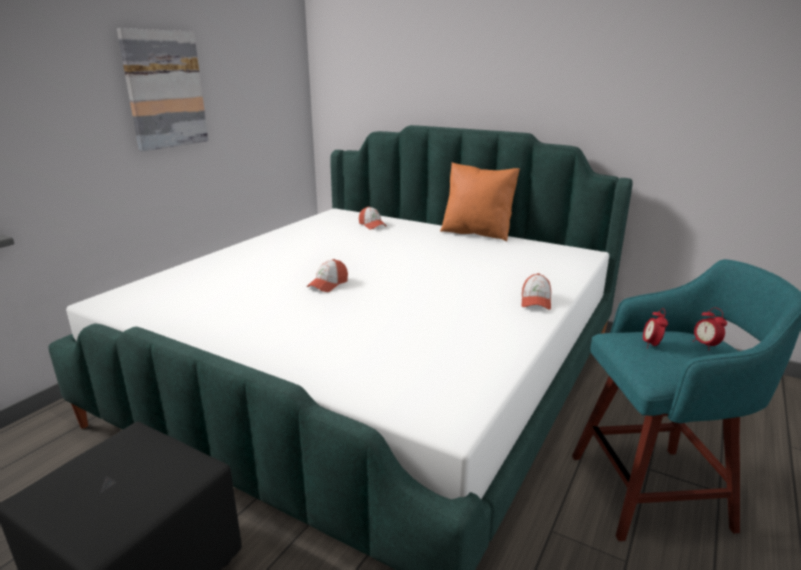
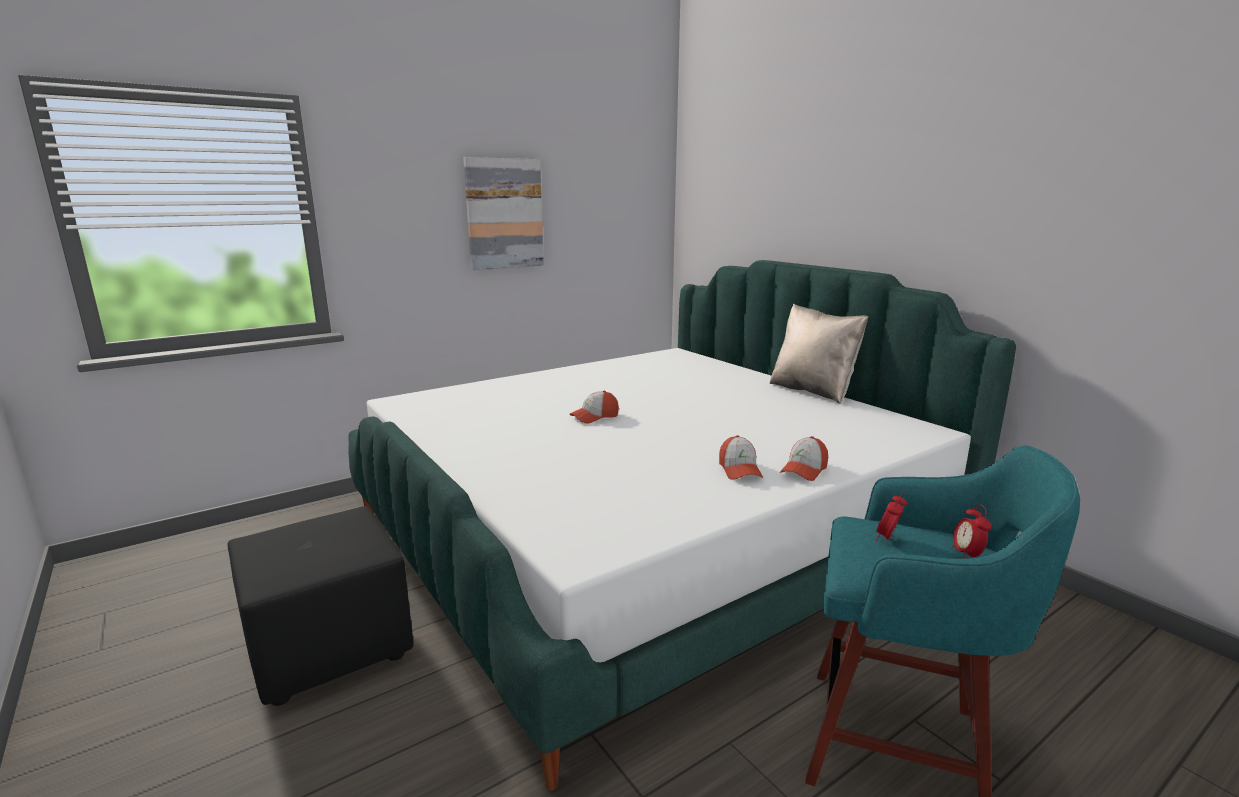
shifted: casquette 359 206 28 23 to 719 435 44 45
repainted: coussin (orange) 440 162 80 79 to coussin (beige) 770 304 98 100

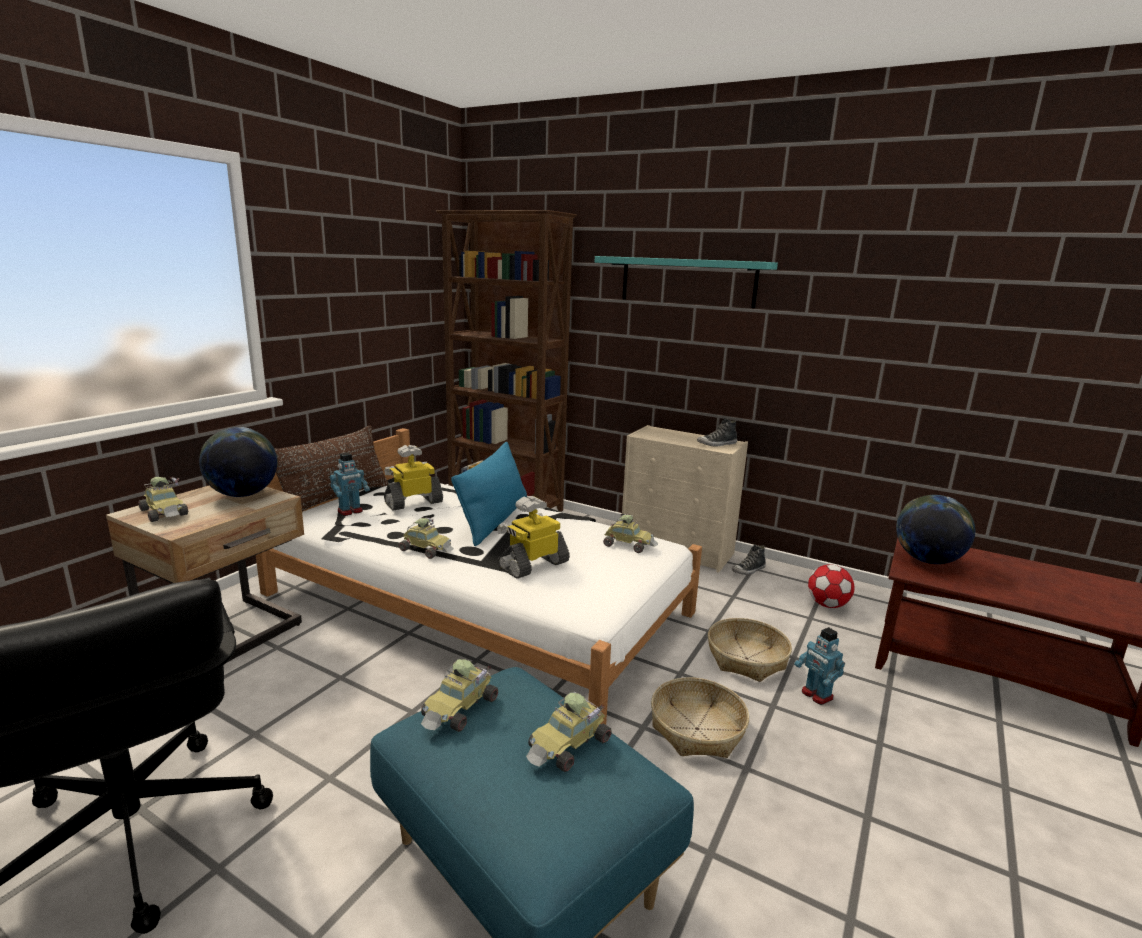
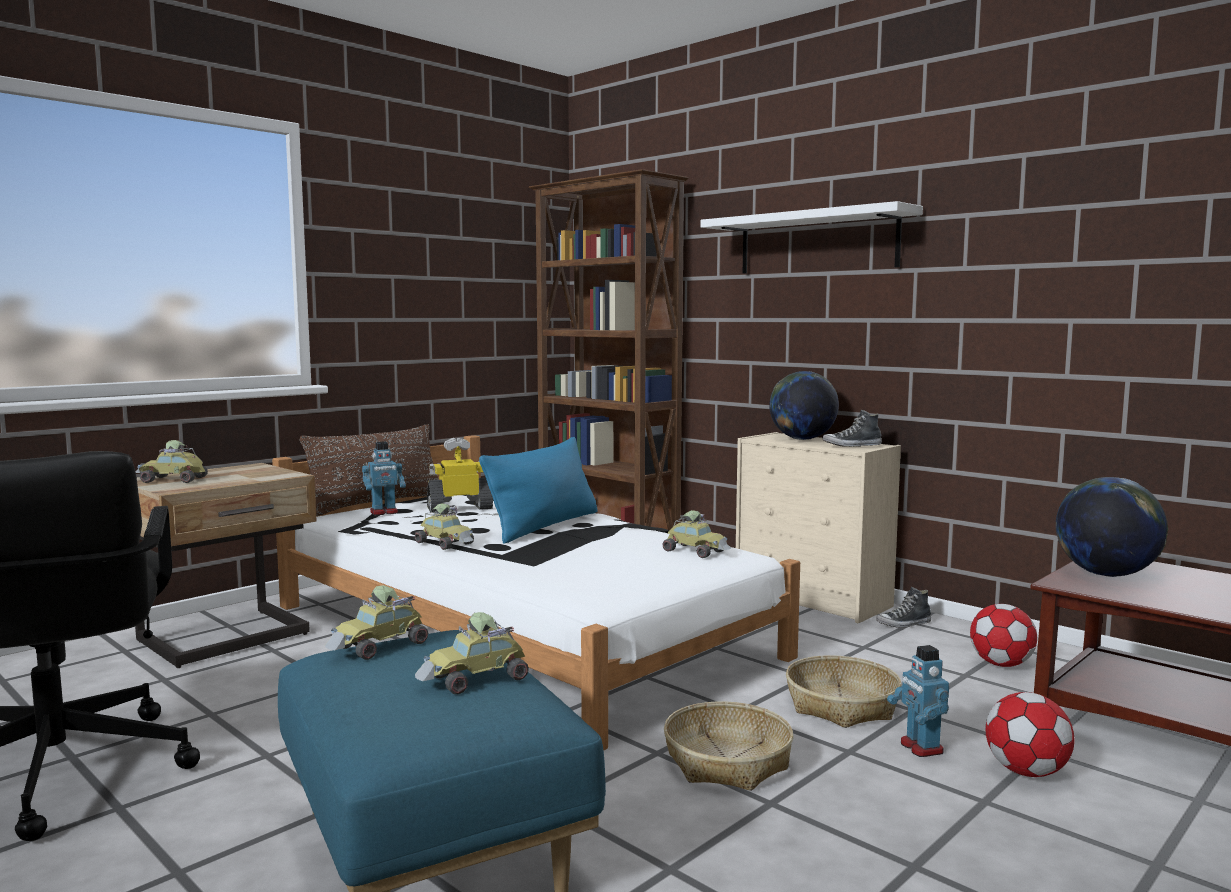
gone: robot jouet 497 496 73 83
new: ballon de foot 985 692 90 85
shifted: globe 199 427 79 70 to 769 371 70 69
repainted: étagère (turquoise) 595 256 183 52 to étagère (blanc) 701 201 222 73
rotated: petite voiture 138 477 50 45 = 135 440 73 43 120 degrees clockwise

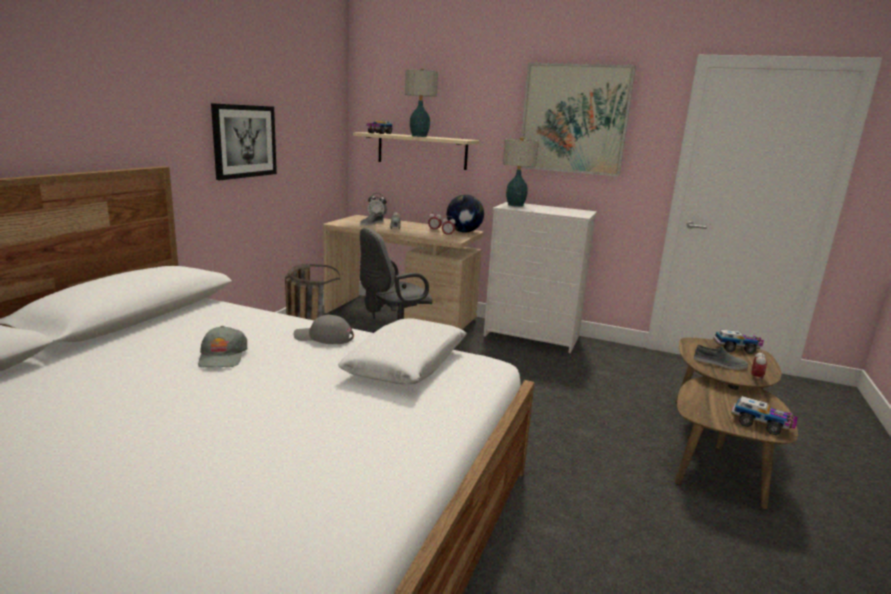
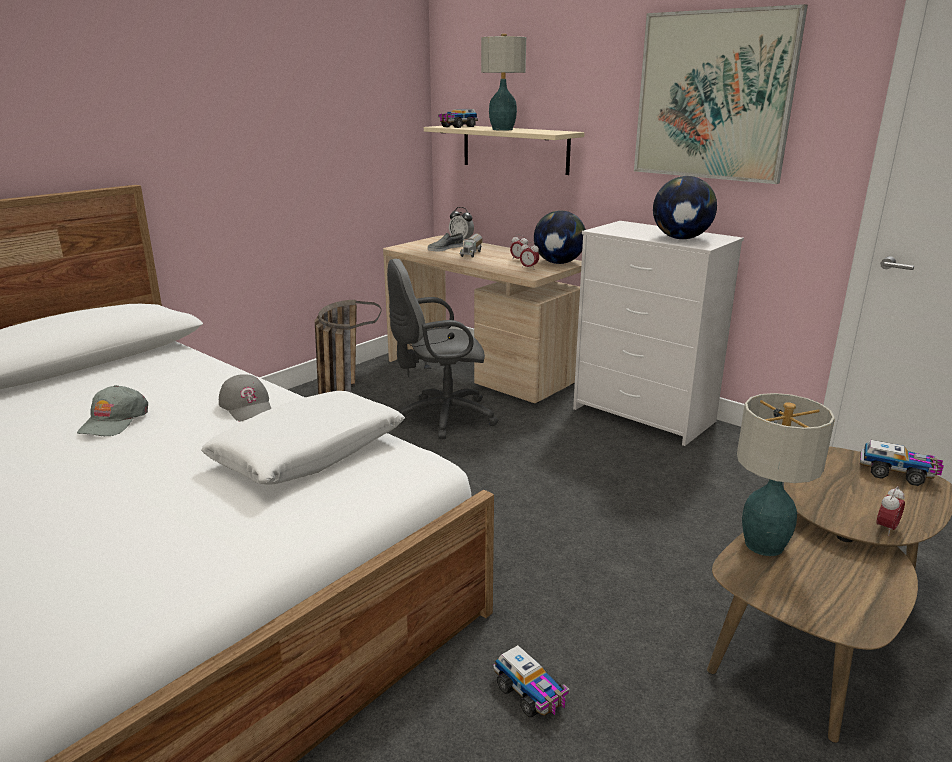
gone: tableau 211 103 66 77; chaussure (gris) 694 345 54 25
new: globe 653 176 64 63
shifted: lampe de table 503 137 36 70 to 737 393 98 163; camion jouet 731 396 67 39 to 493 645 77 72
rotated: casquette (gris) 294 315 60 29 = 219 375 52 46 150 degrees counterclockwise

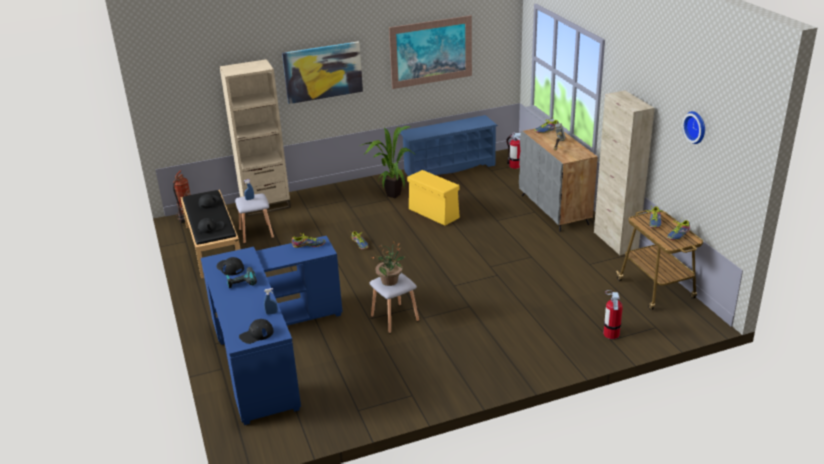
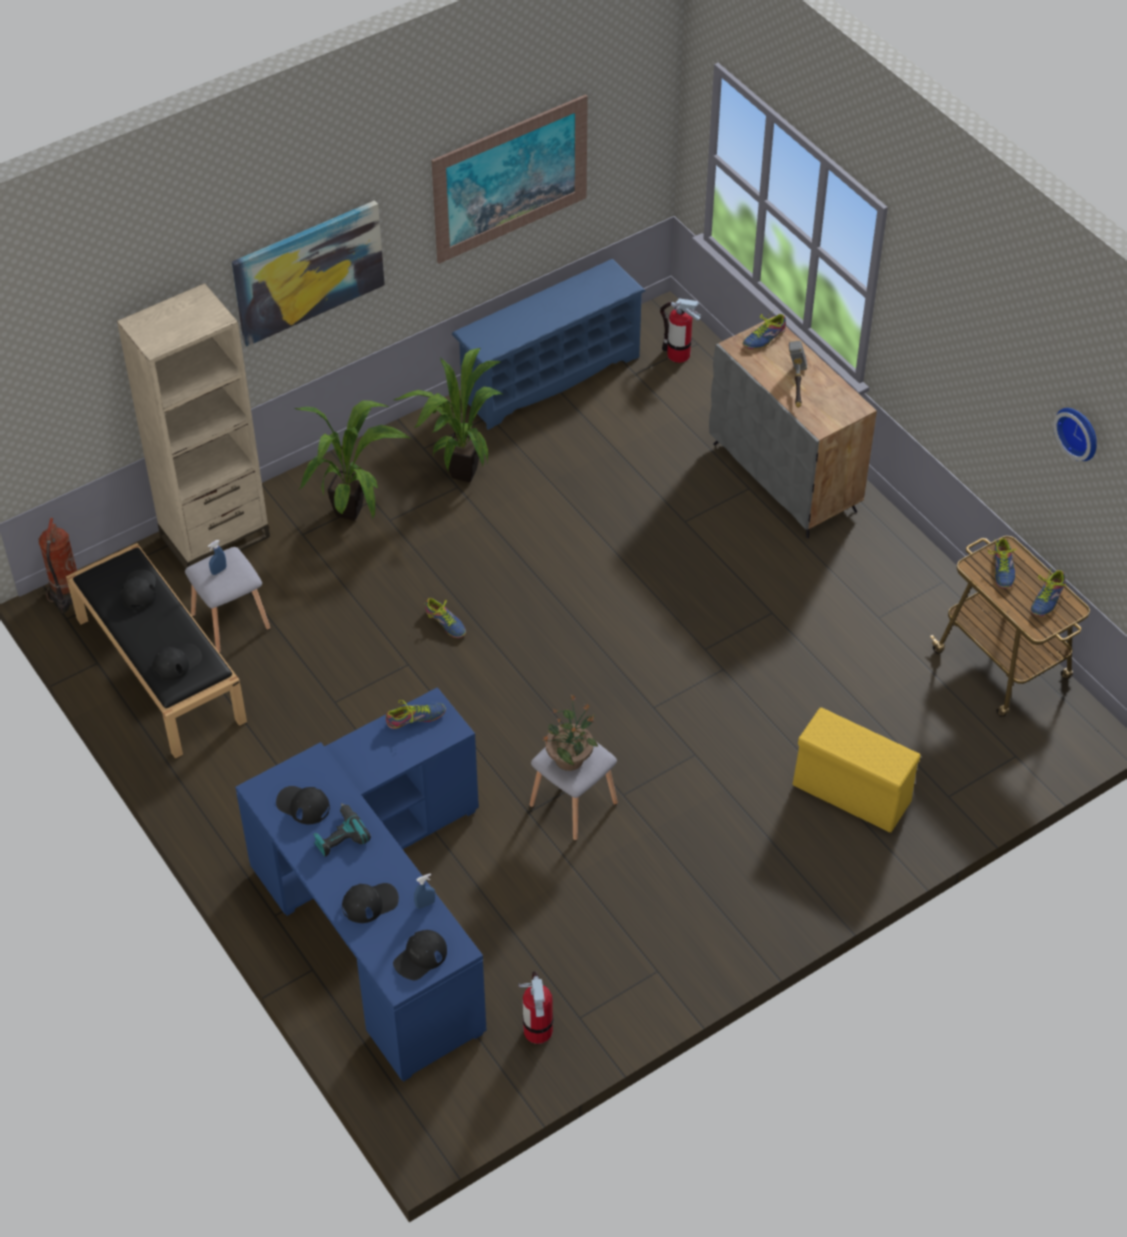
gone: meuble de rangement (beige) 594 91 61 164
new: plante en pot 295 400 115 121; casquette (noir) 342 883 57 40
shifted: boîte de rangement (jaune) 407 170 53 56 to 793 707 128 125; extincteur 604 290 19 49 to 518 971 35 73

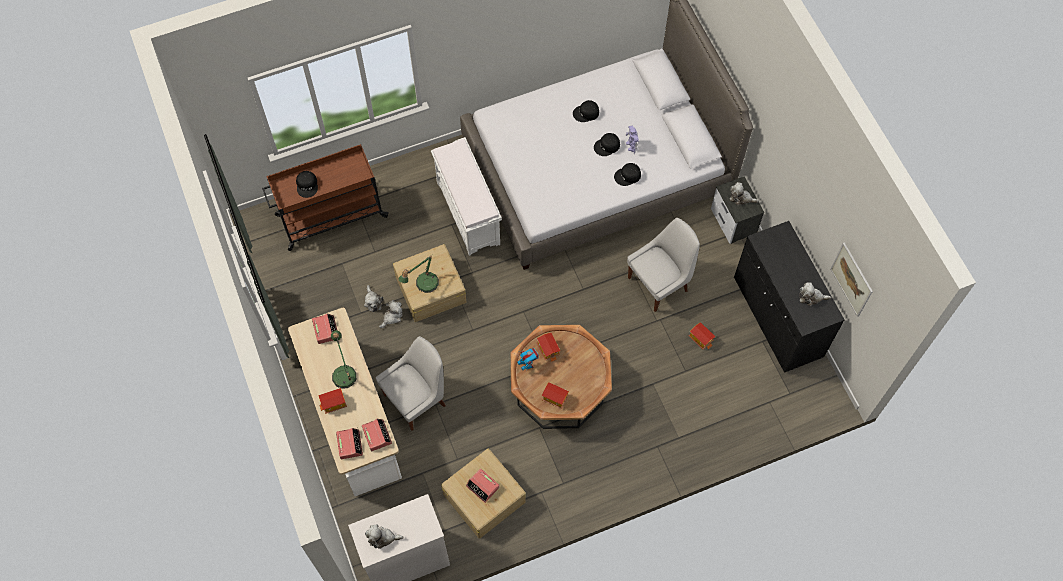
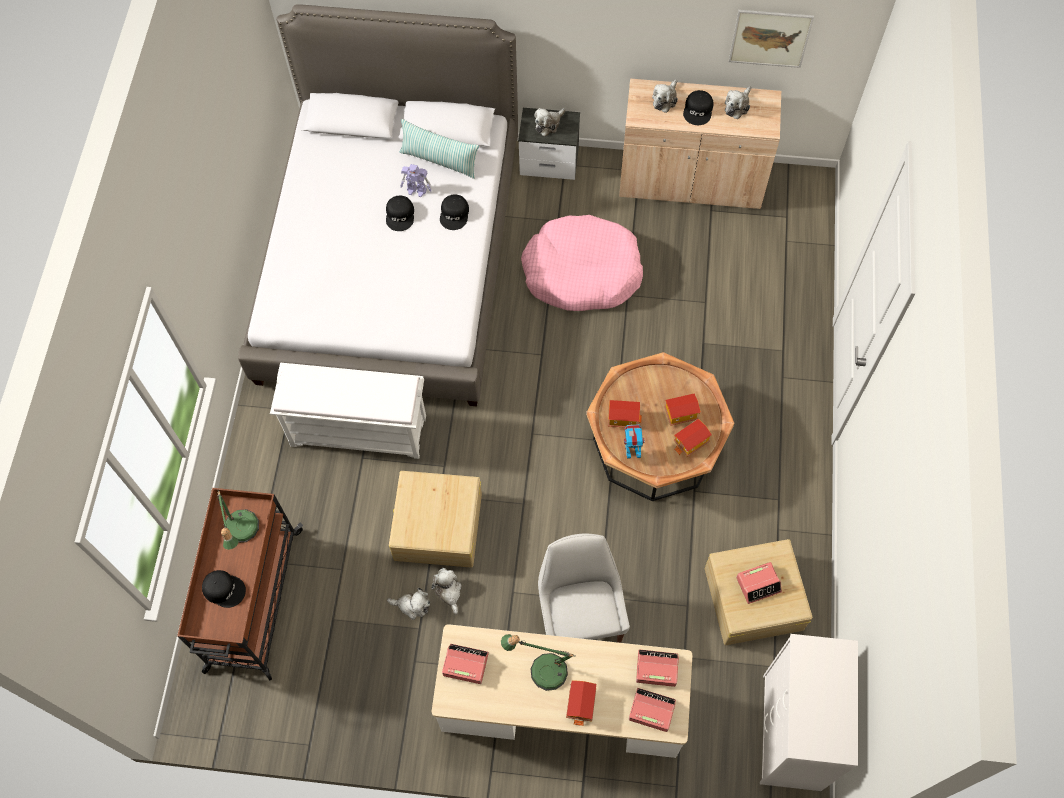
new: coussin 400 119 79 60
shifted: peluche 365 524 39 25 to 652 79 26 34; lampe de table 398 255 41 38 to 217 490 42 60; casquette (noir) 573 100 26 22 to 683 90 31 35; maison miniature 689 322 26 27 to 664 393 37 33
swapped: chaise (blanc) 627 218 73 94 to panier pour chien (rose) 521 215 122 96
repainted: meuble de rangement (noir) 734 221 111 152 to meuble de rangement (beige) 619 79 162 130

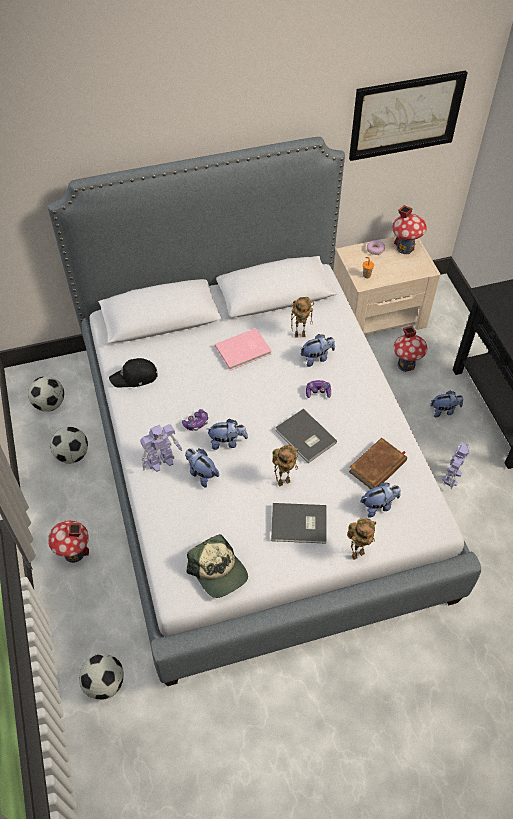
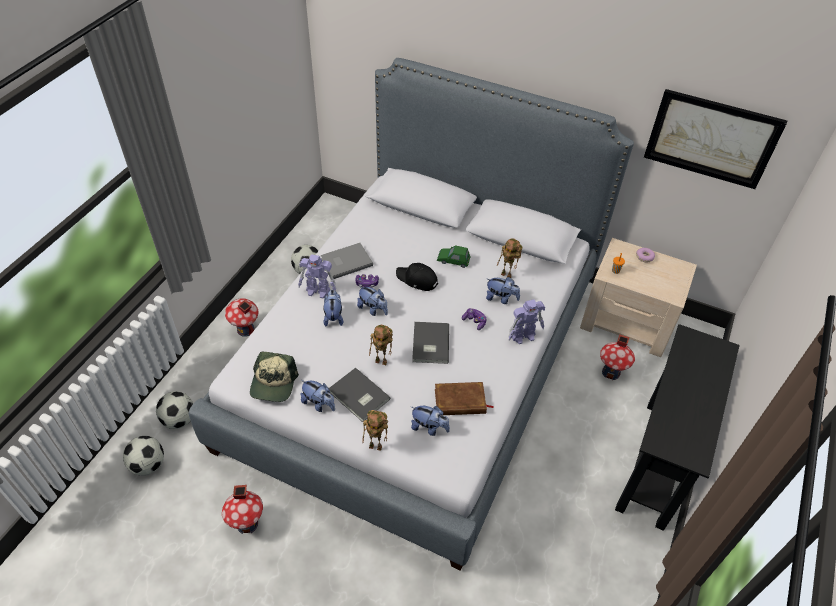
new: livre (gris) 321 243 52 36
shifted: ballon de foot 28 376 36 36 to 123 436 41 40; casquette (noir) 109 358 49 30 to 396 263 42 28; maison miniature 393 205 34 49 to 222 485 41 49; peluche 430 391 33 27 to 301 380 34 32; robot jouet 442 442 27 47 to 508 299 37 45
swapped: livre (rose) 215 328 57 43 to petite voiture (vert) 437 245 33 23

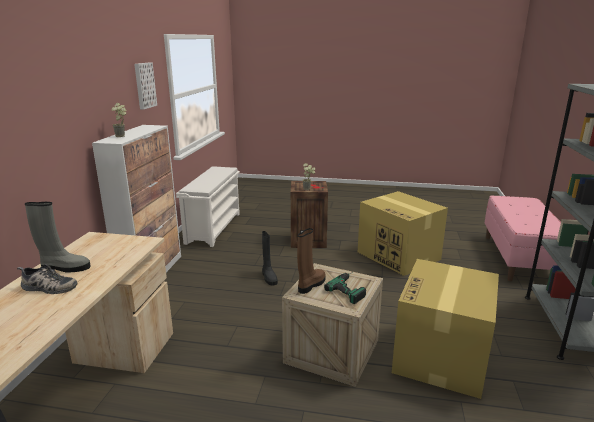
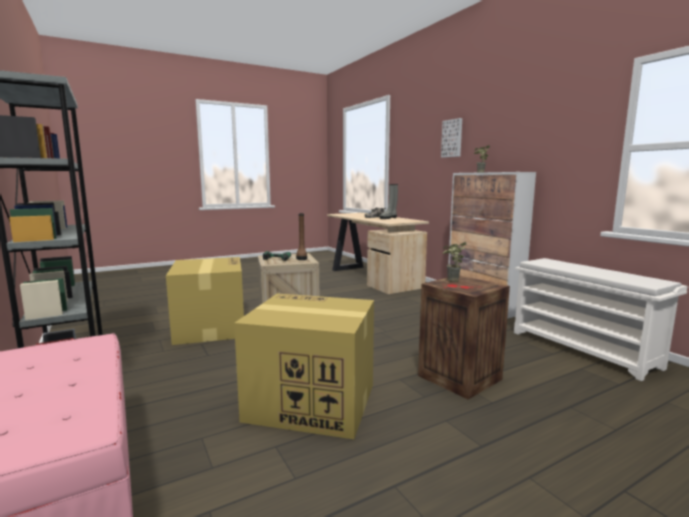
gone: botte (noir) 262 231 16 55
shifted: tableau 134 62 23 48 to 441 118 21 40

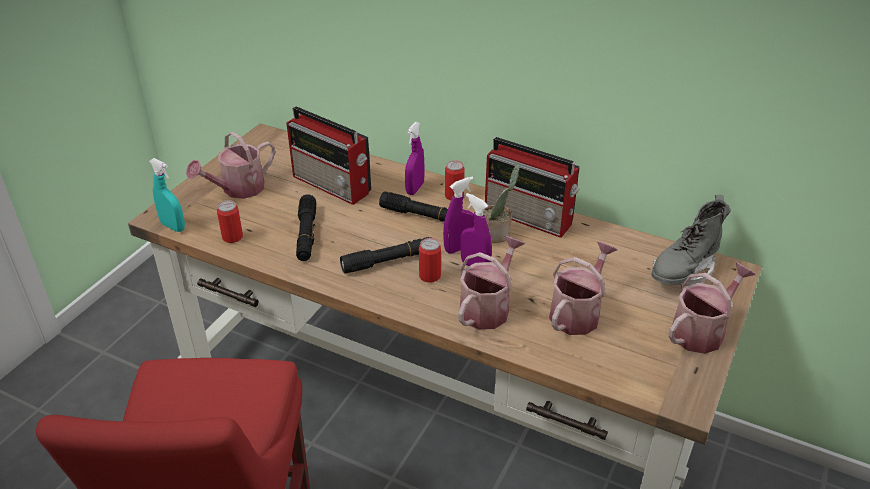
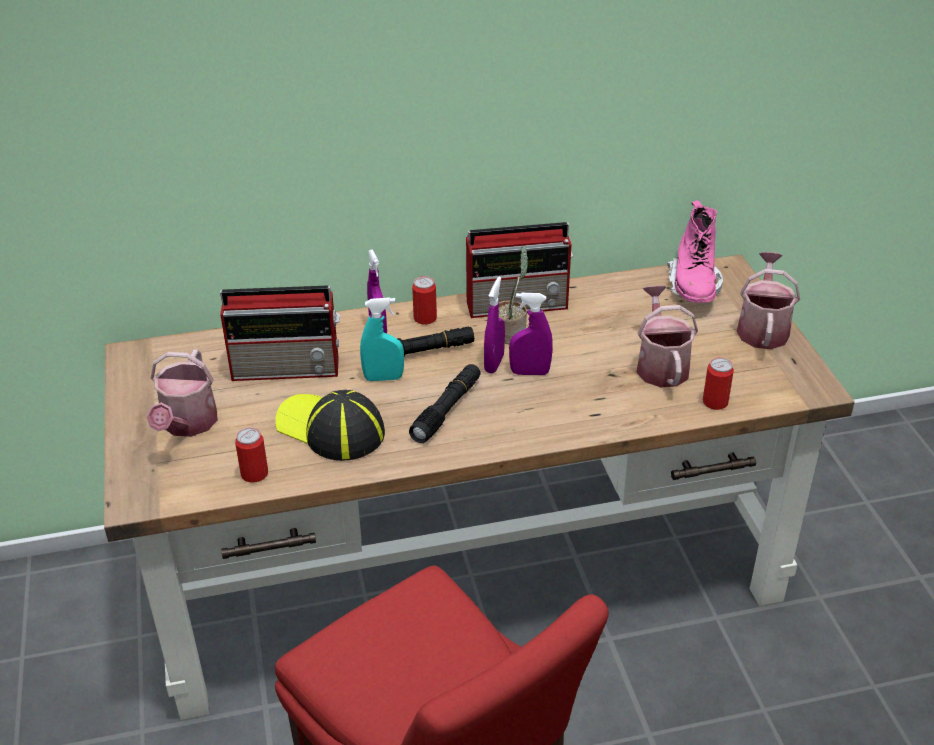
gone: arrosoir 458 236 67 94
shifted: vaporisateur (turquoise) 149 158 36 74 to 360 297 44 84; boîte métallique 419 238 22 45 to 703 357 31 53
swapped: lampe de poche (noir) 296 194 20 67 to casquette 275 390 110 71
repainted: botte (gris) 652 195 79 91 to botte (rose) 667 200 56 103

